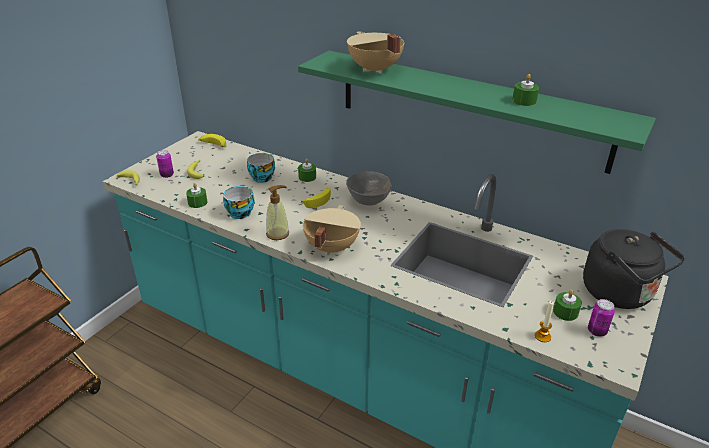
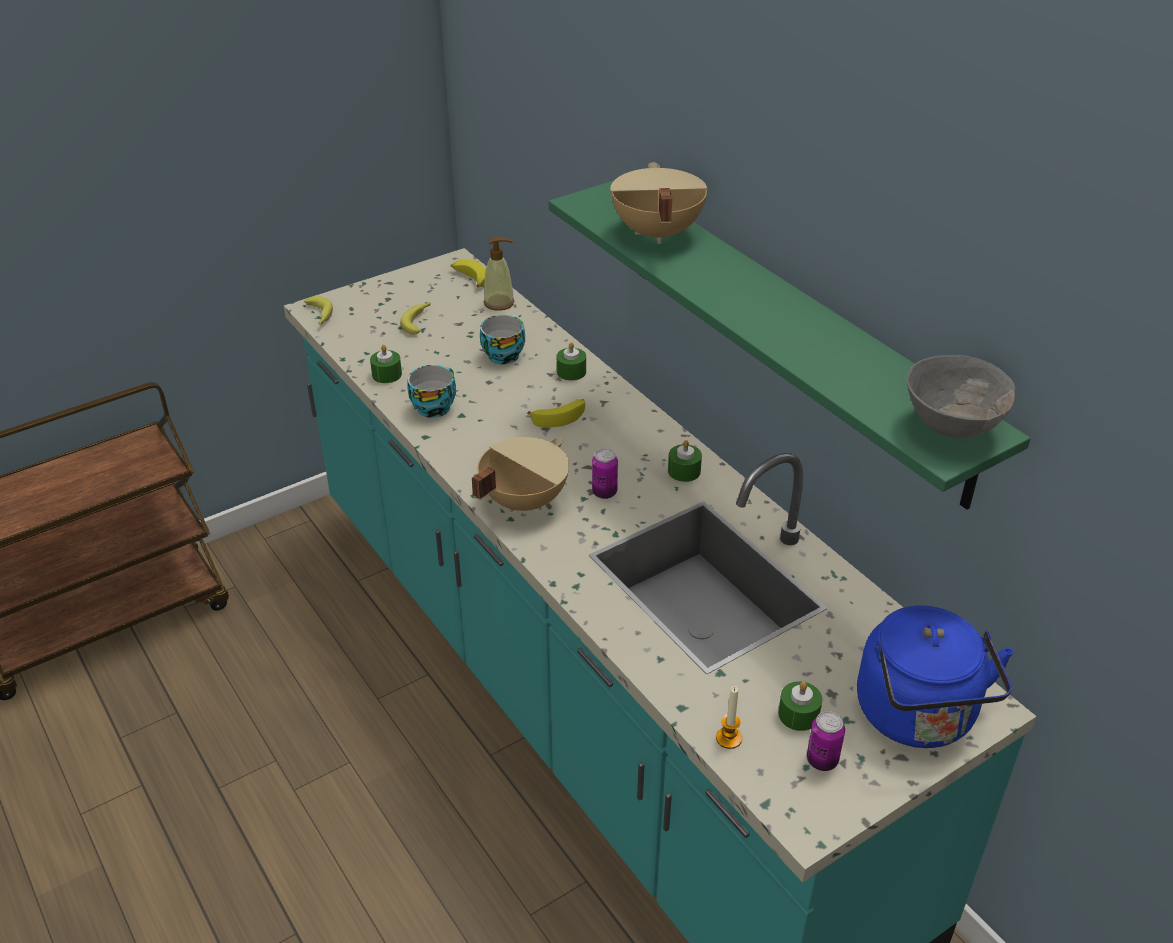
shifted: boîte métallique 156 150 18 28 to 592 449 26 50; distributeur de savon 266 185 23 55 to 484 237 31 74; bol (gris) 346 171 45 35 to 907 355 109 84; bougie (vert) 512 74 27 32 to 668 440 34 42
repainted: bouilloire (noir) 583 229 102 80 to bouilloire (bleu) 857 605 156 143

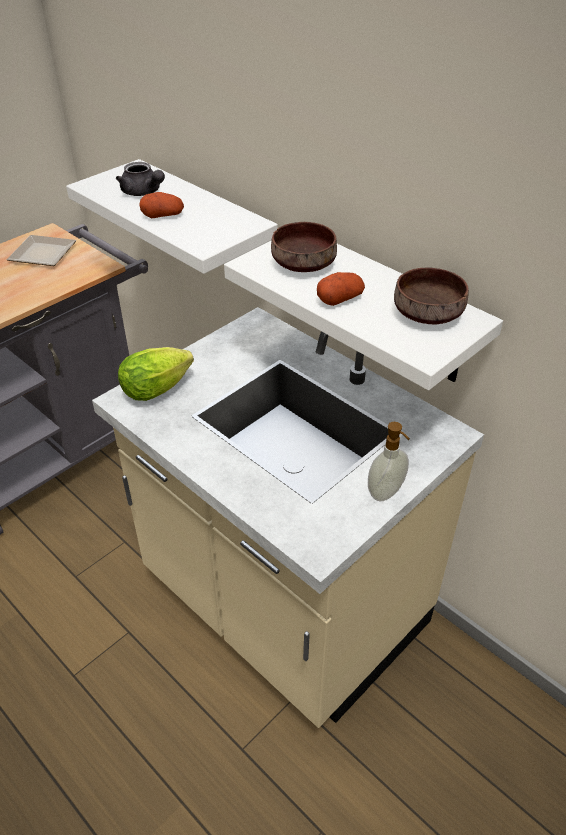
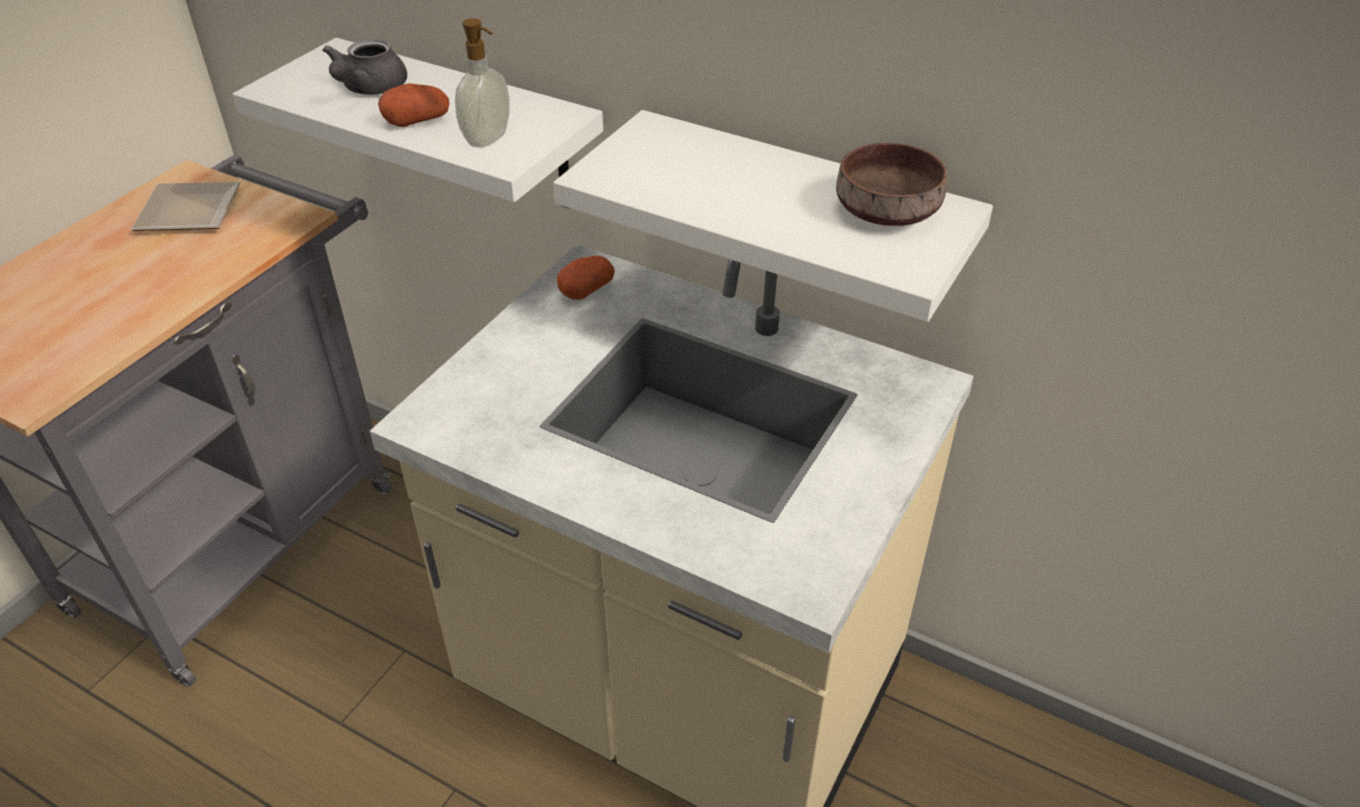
gone: laitue 118 347 76 54; bol (marron) 271 222 66 50
shifted: pomme de terre 317 272 48 34 to 557 256 58 44; distributeur de savon 368 422 42 79 to 455 18 55 130
rotated: théière (gris) 116 162 49 34 = 323 39 84 56 75 degrees clockwise

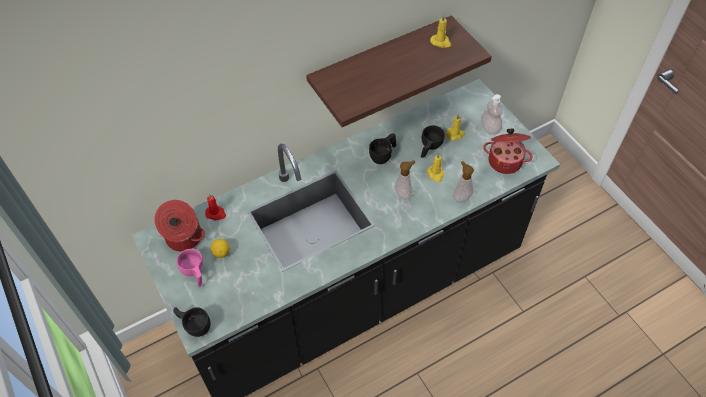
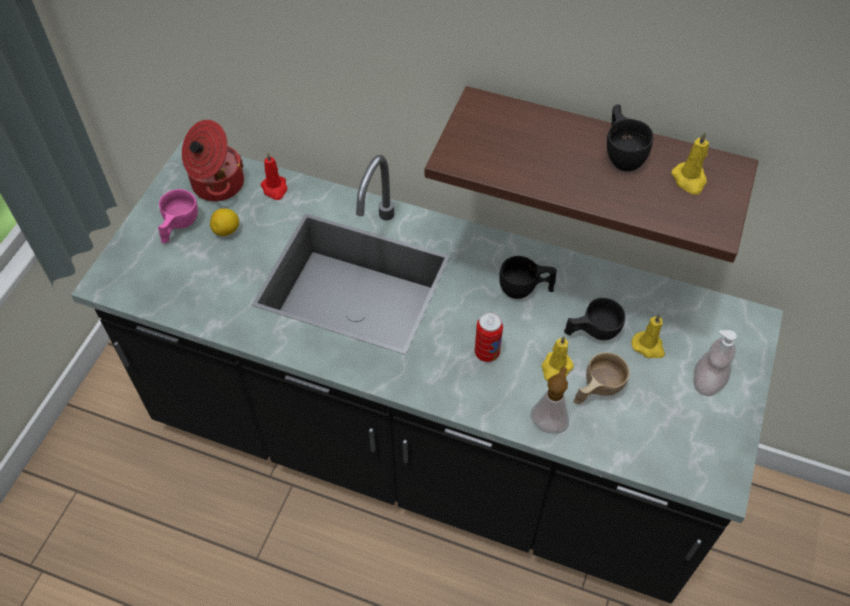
gone: marmite 483 129 50 45
new: tasse (beige) 573 352 57 52
shifted: tasse (noir) 173 307 38 30 to 607 104 46 67
swapped: distributeur de savon 395 160 20 40 to boîte métallique 475 312 28 50

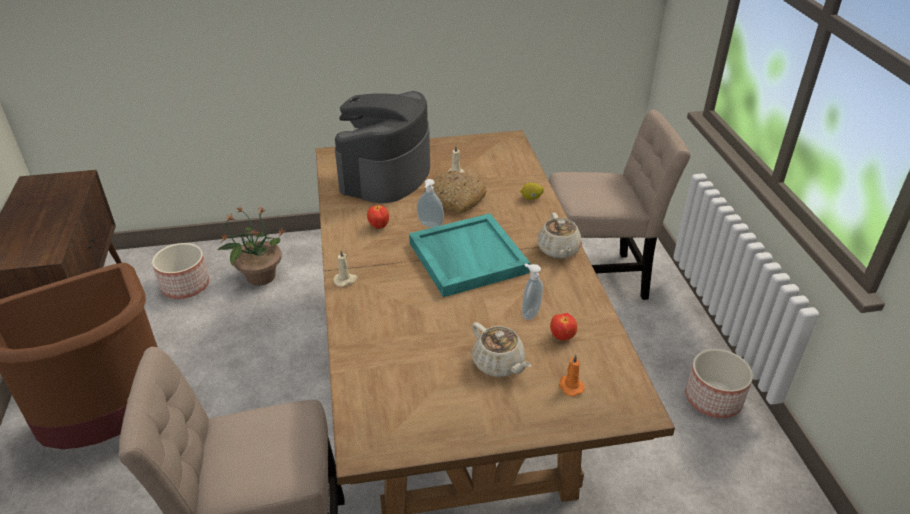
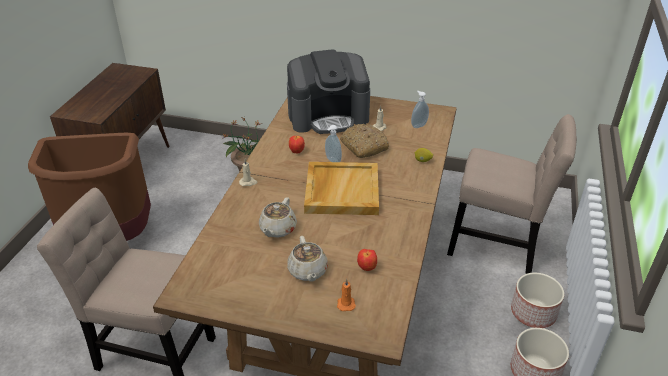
shifted: cache-pot 152 243 57 56 to 511 273 53 55; distributeur de savon 522 264 21 56 to 411 91 18 37; théière (beige) 537 213 45 46 to 259 197 38 40
repainted: plateau (turquoise) 409 213 121 84 to plateau (beige) 304 162 75 53
rotated: machine à café 335 91 95 112 = 287 49 83 85 150 degrees counterclockwise

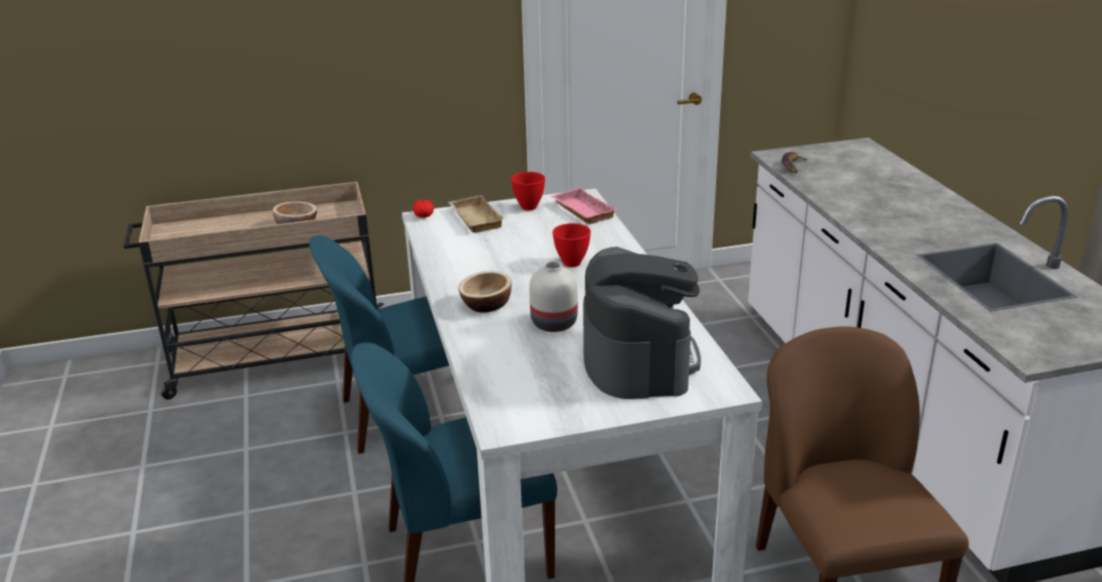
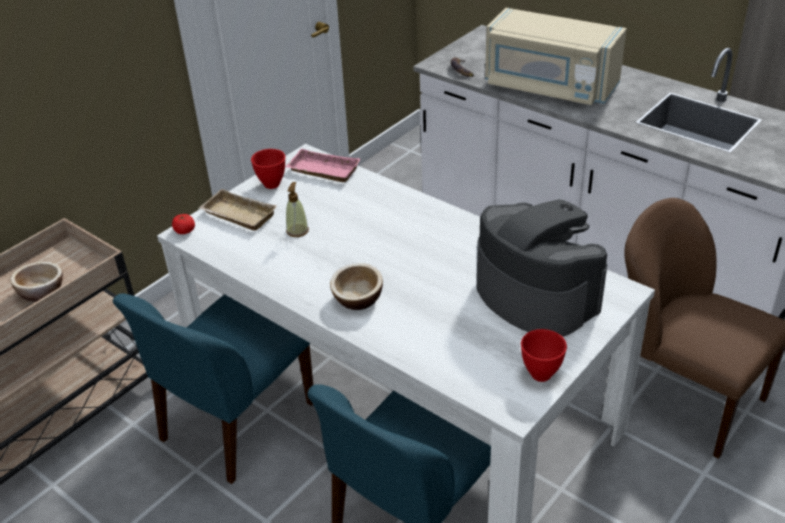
gone: vase (blanc) 529 261 49 71
new: distributeur de savon 286 182 23 55; micro-ondes (beige) 485 8 142 97
shifted: bol (rouge) 553 223 38 44 to 521 329 46 53

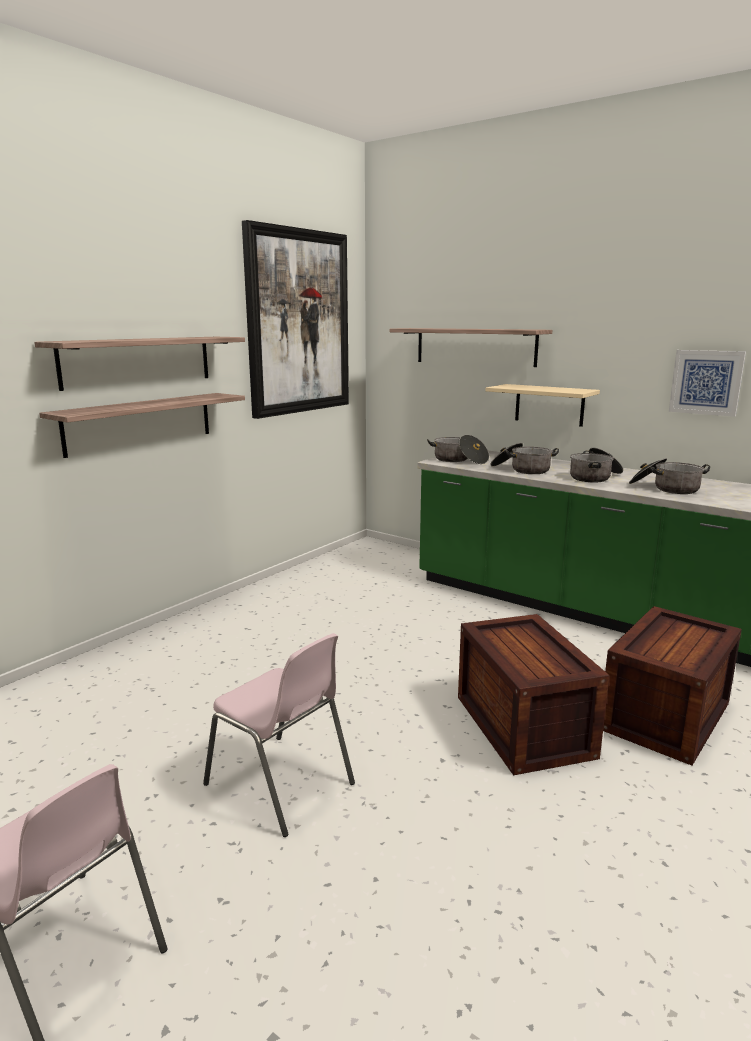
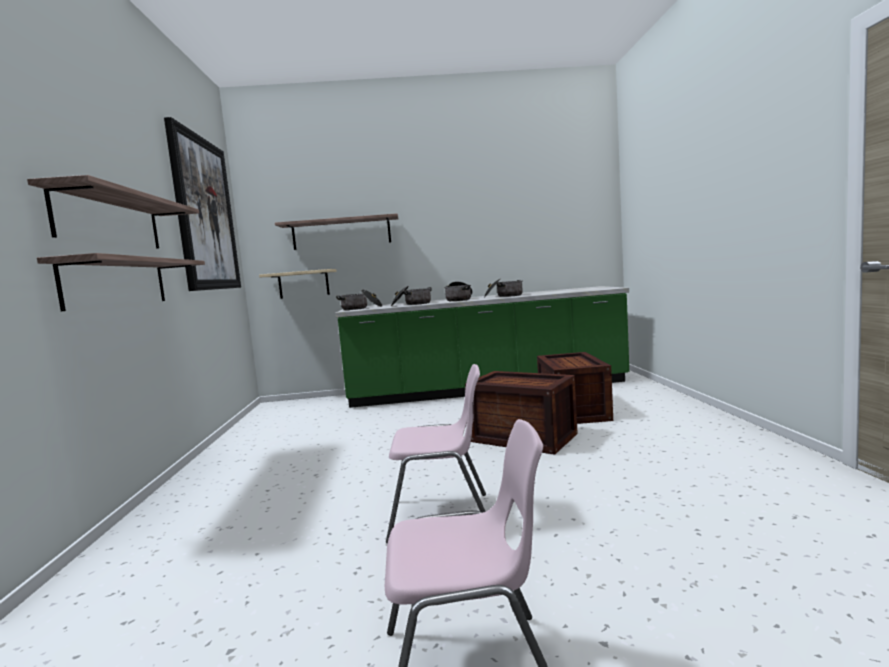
gone: tableau 669 350 77 67
shifted: étagère (beige) 486 384 114 43 to 259 269 78 30

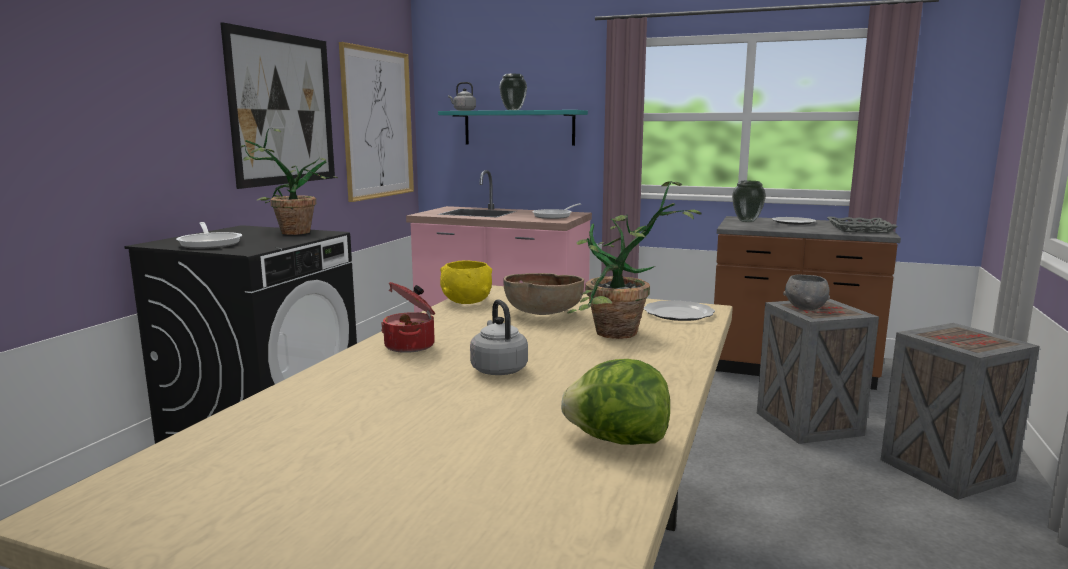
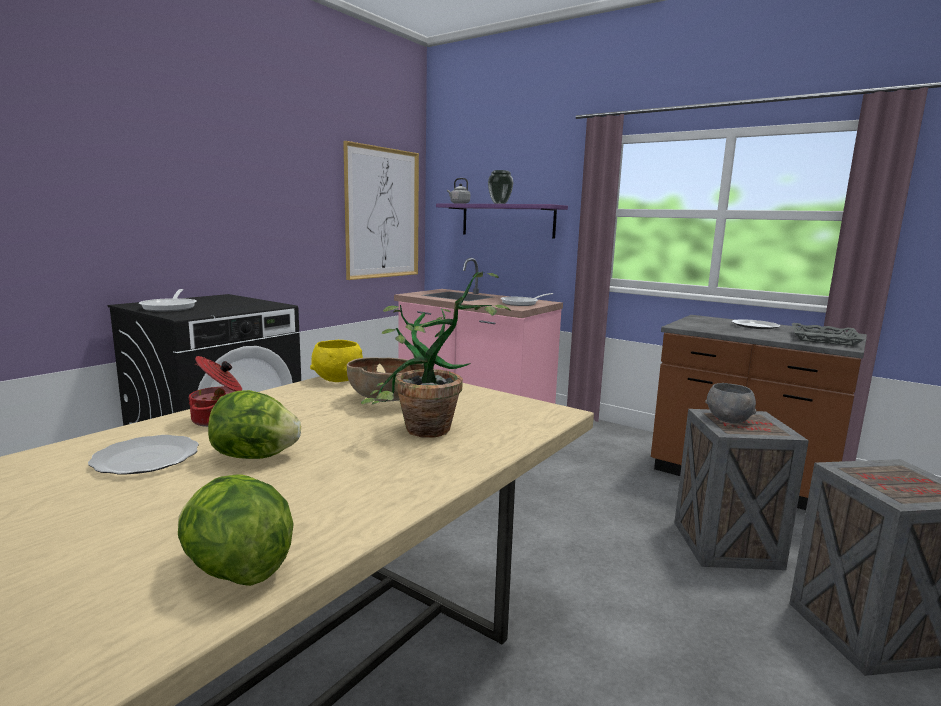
gone: tableau 220 22 115 167; plante en pot 240 128 98 107; vase 732 181 34 41
shifted: assiette 644 300 71 21 to 88 435 111 40
swapped: bouilloire (gris) 470 299 58 76 to laitue 208 390 93 69
repainted: étagère (turquoise) 438 110 150 36 to étagère (violet) 436 203 132 35

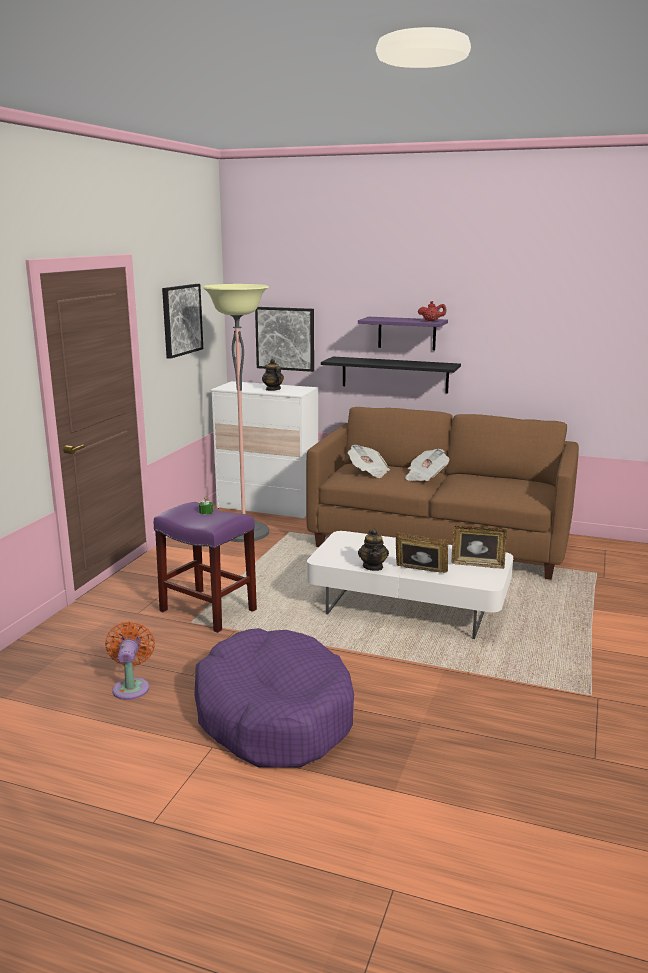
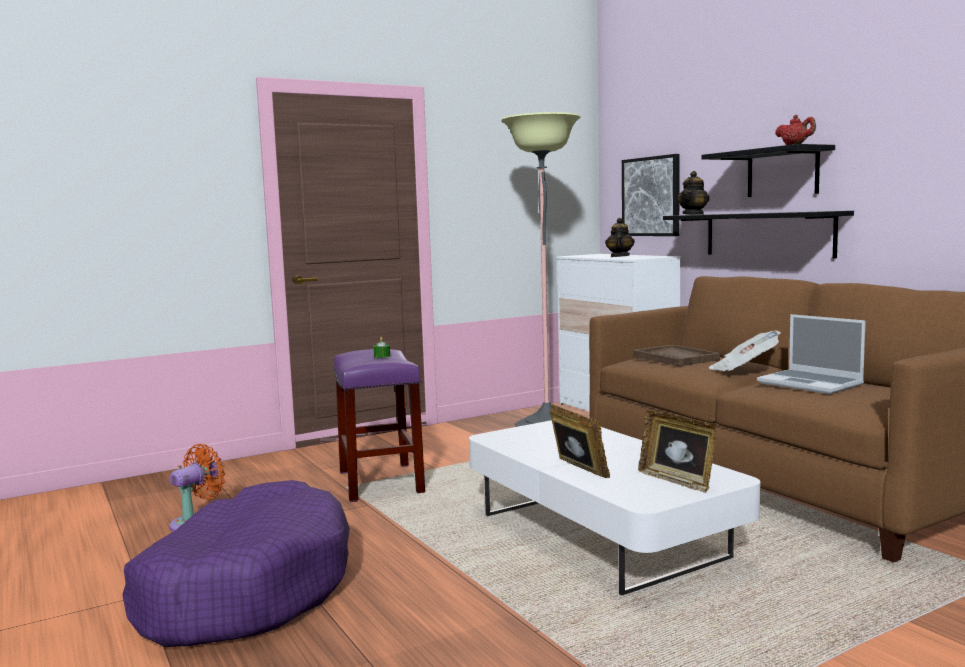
gone: tableau 162 284 41 75
new: ordinateur portable 757 314 109 80
shifted: théière 358 529 31 42 to 678 171 31 44
swapped: journal 348 445 42 33 to plateau (marron) 633 345 87 21
repainted: étagère (violet) 358 317 90 33 to étagère (noir) 702 144 133 53

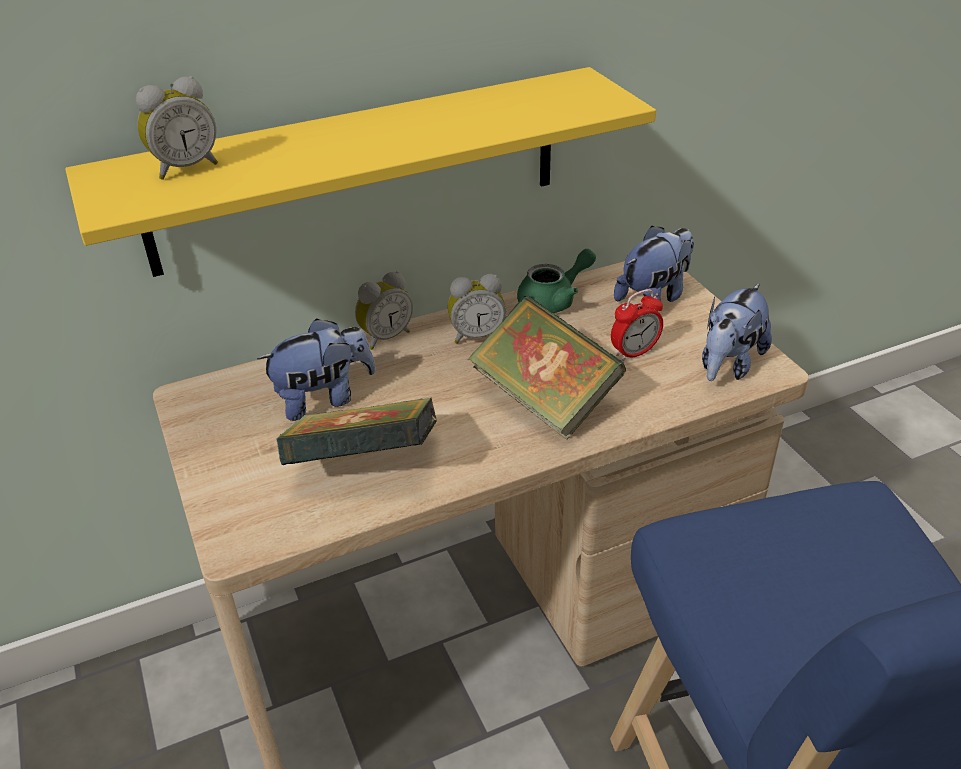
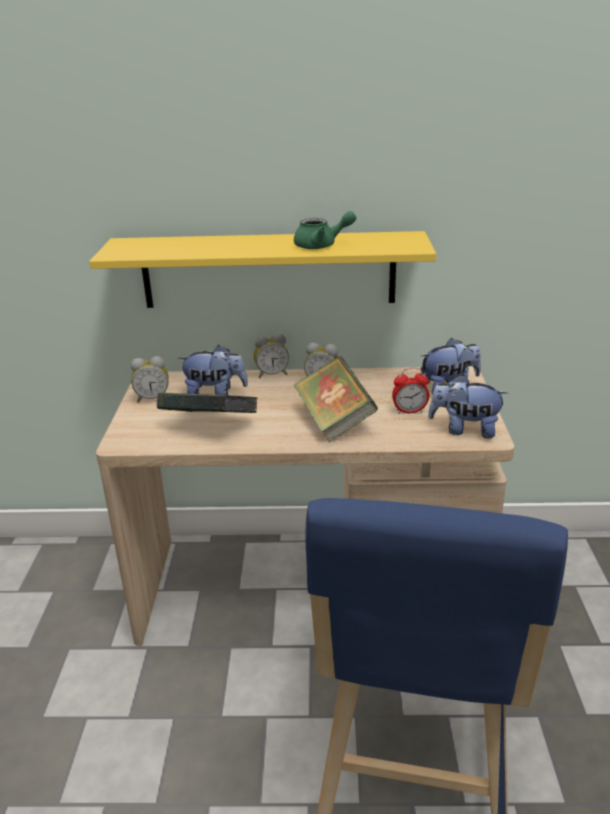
shifted: réveil 136 76 82 104 to 131 356 38 47; théière (vert) 517 249 79 64 to 294 211 62 38
rotated: peluche 702 283 70 98 = 428 374 80 65 45 degrees clockwise

